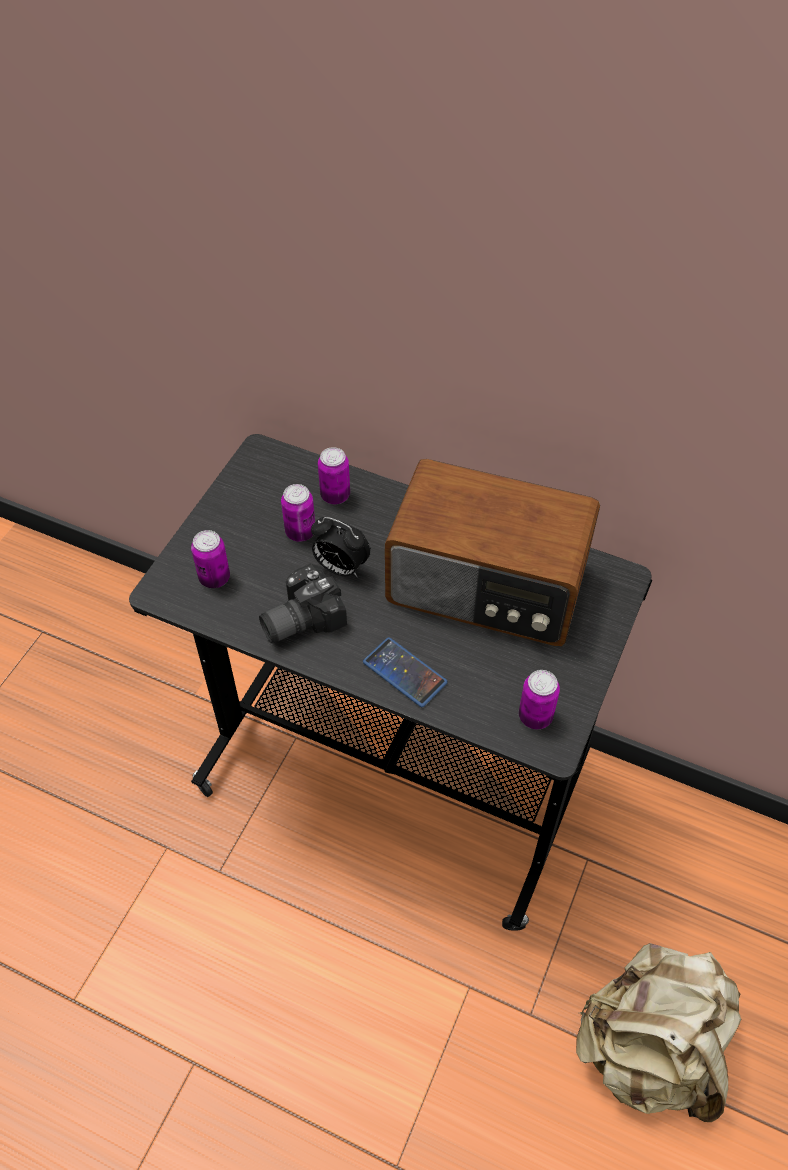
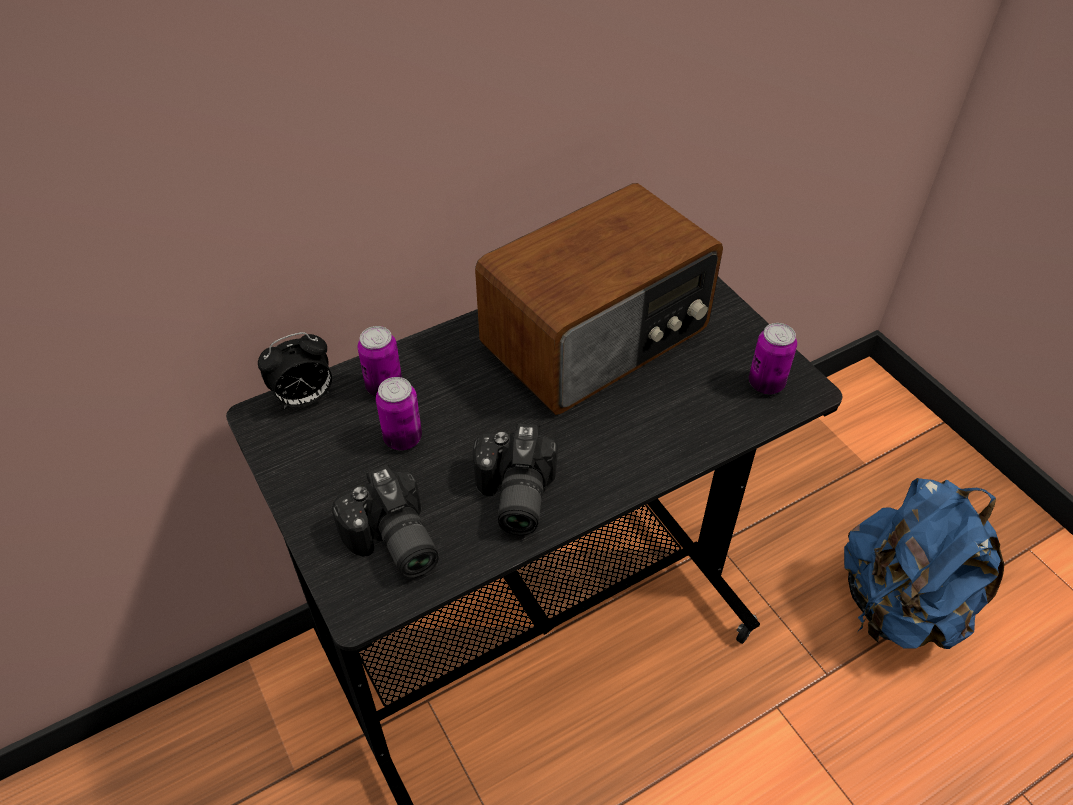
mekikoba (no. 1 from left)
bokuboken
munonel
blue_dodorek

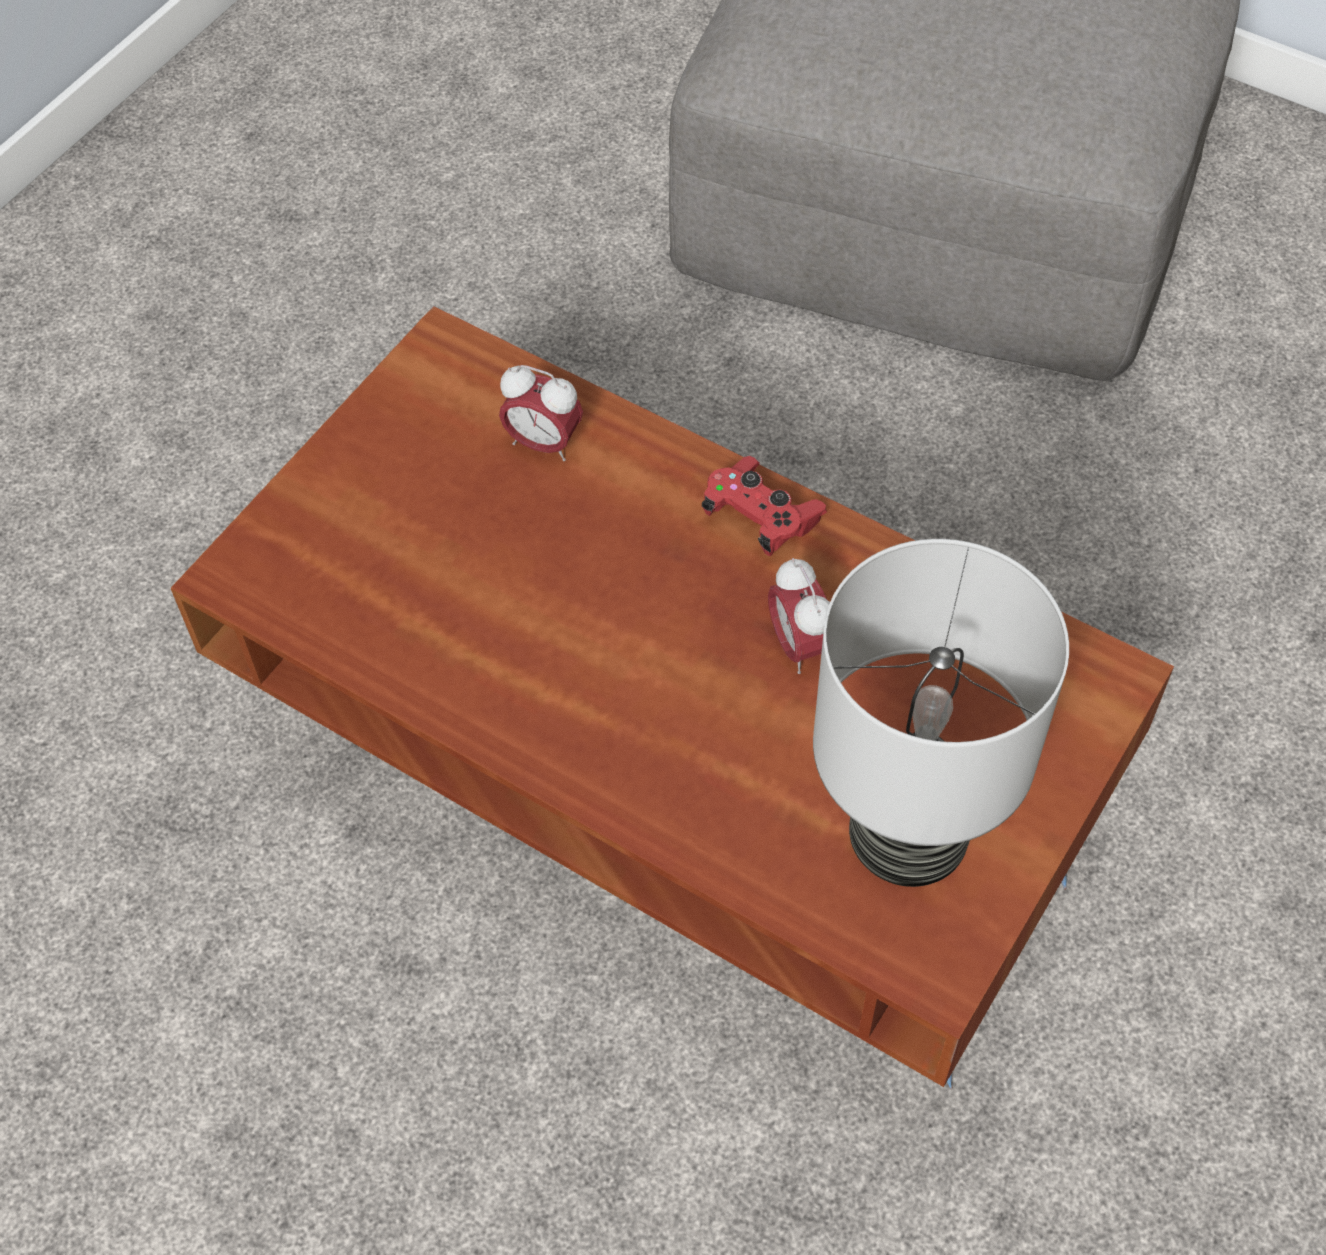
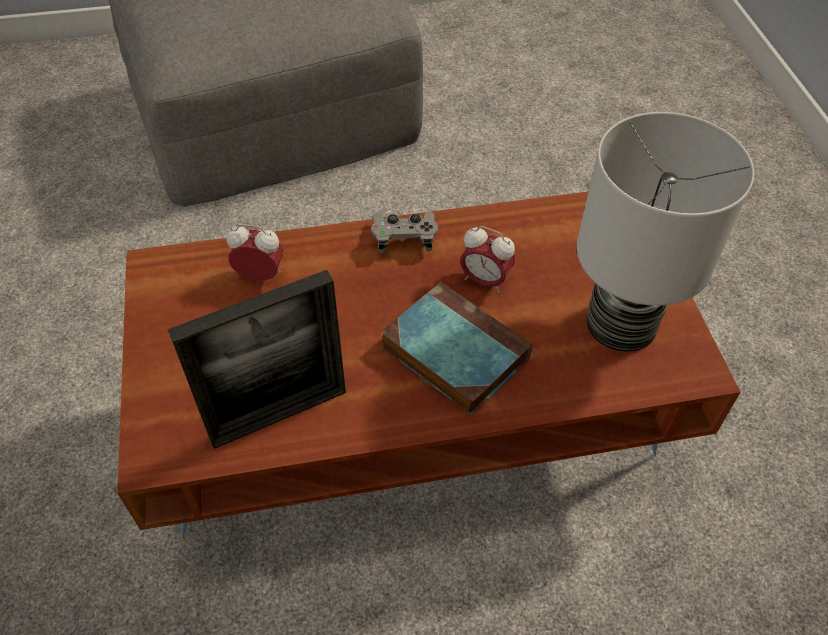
bokuboken (no. 1 from left)
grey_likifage
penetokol
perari

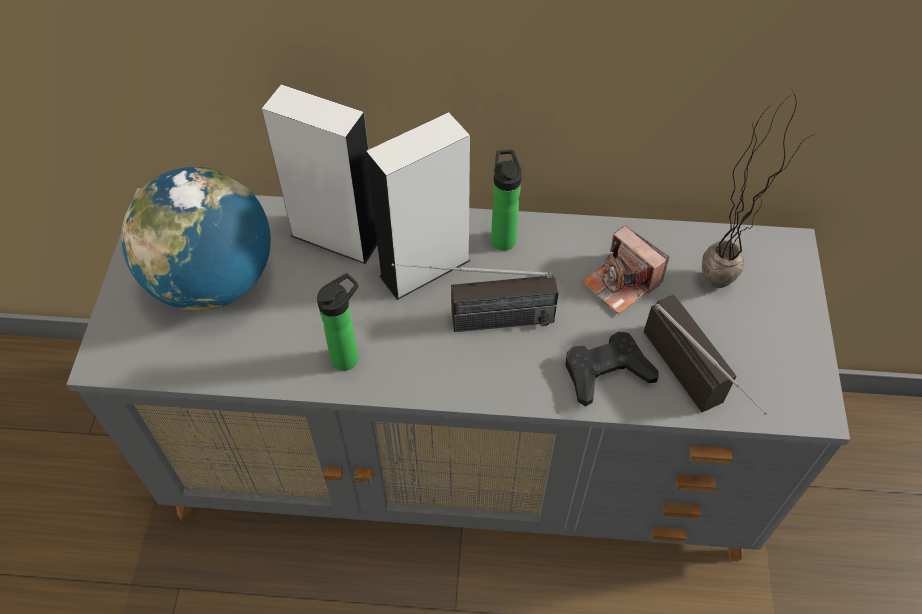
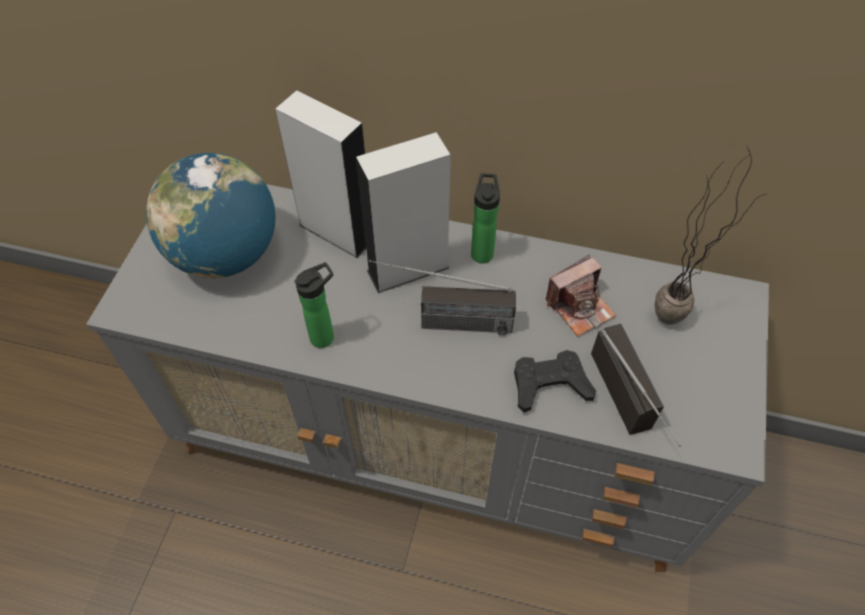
mekikoba

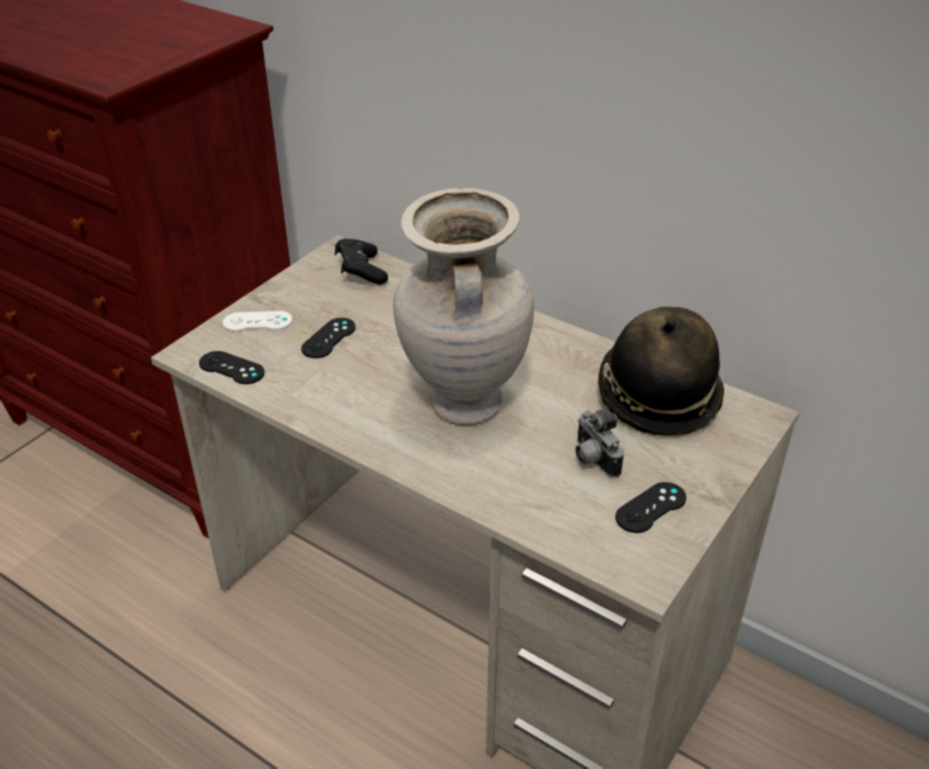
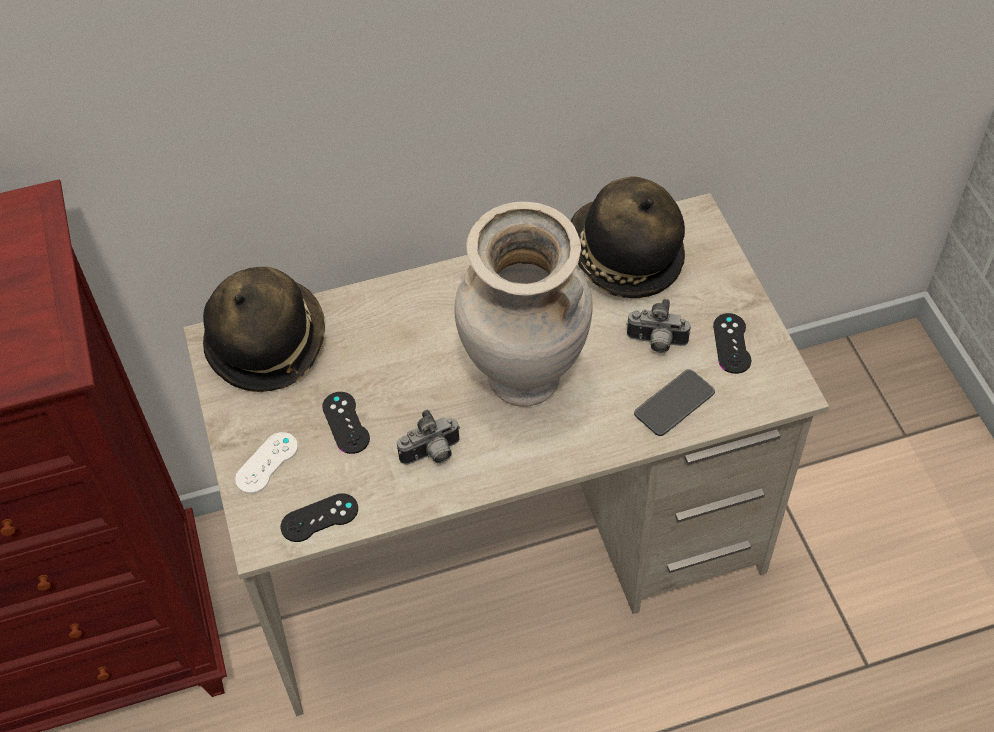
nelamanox (no. 1 from left)
mekikoba (no. 1 from left)
munonel

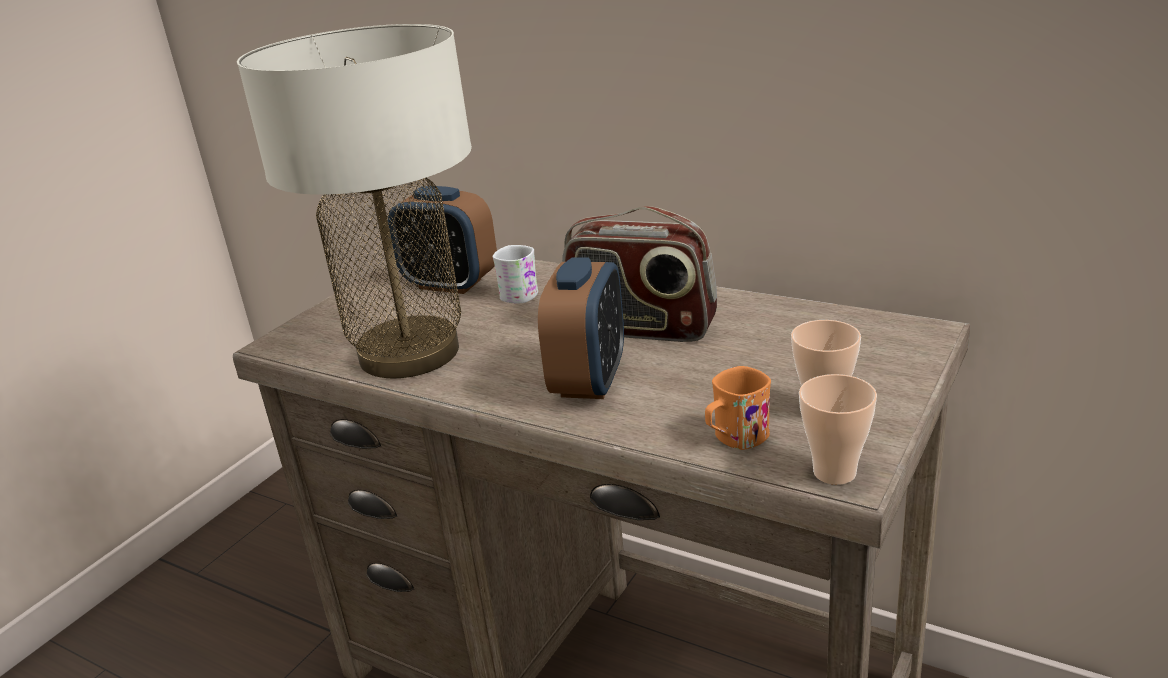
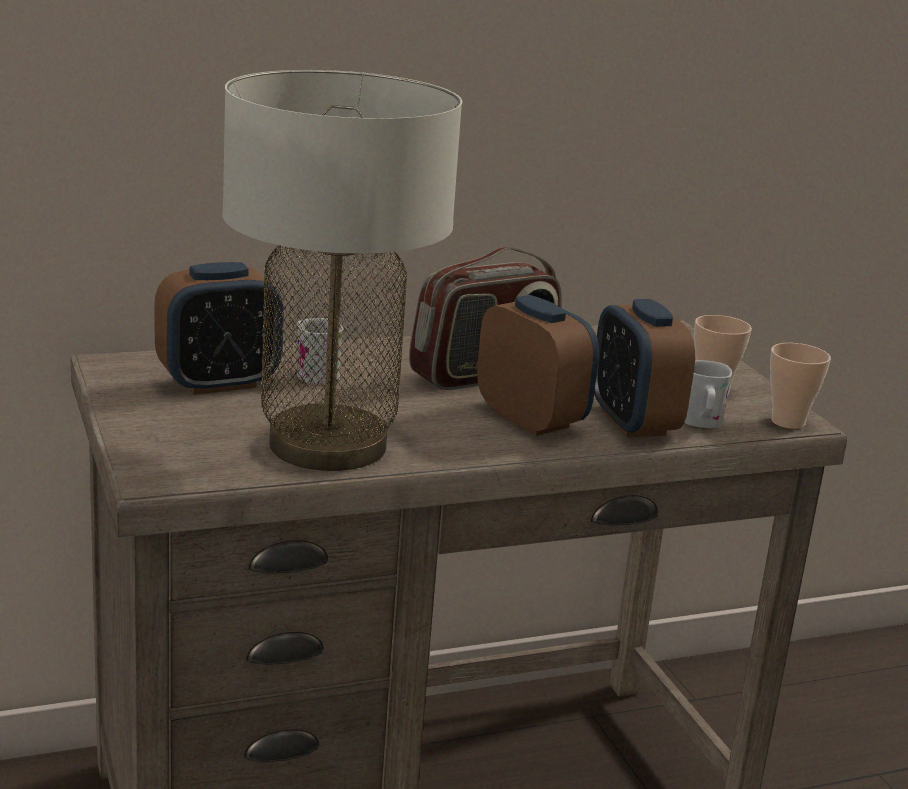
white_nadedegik (no. 2 from left)
bokuboken (no. 3 from left)

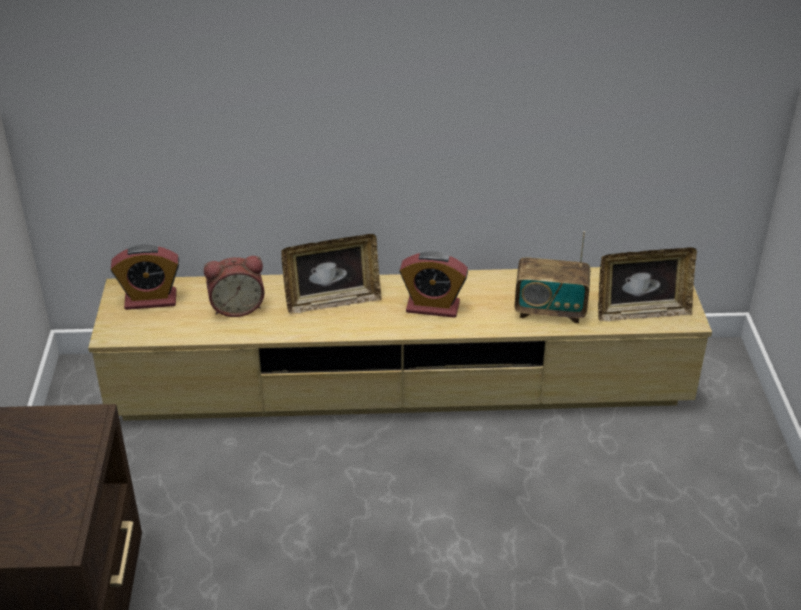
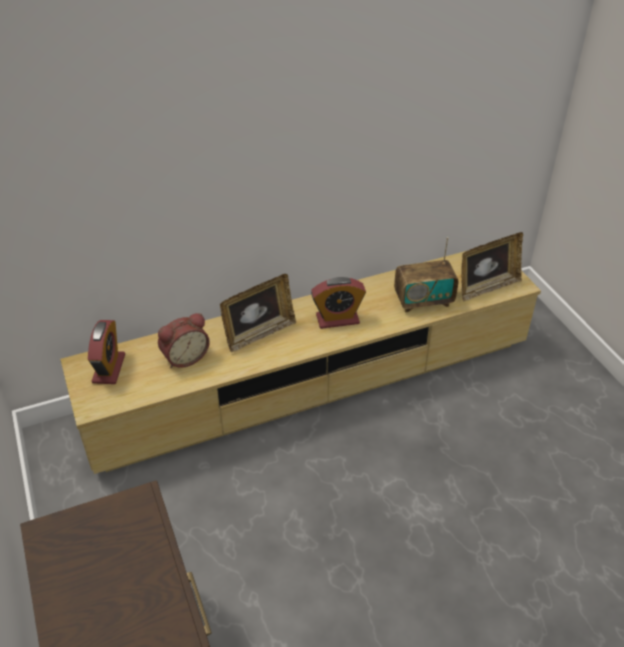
bokuboken (no. 1 from left)

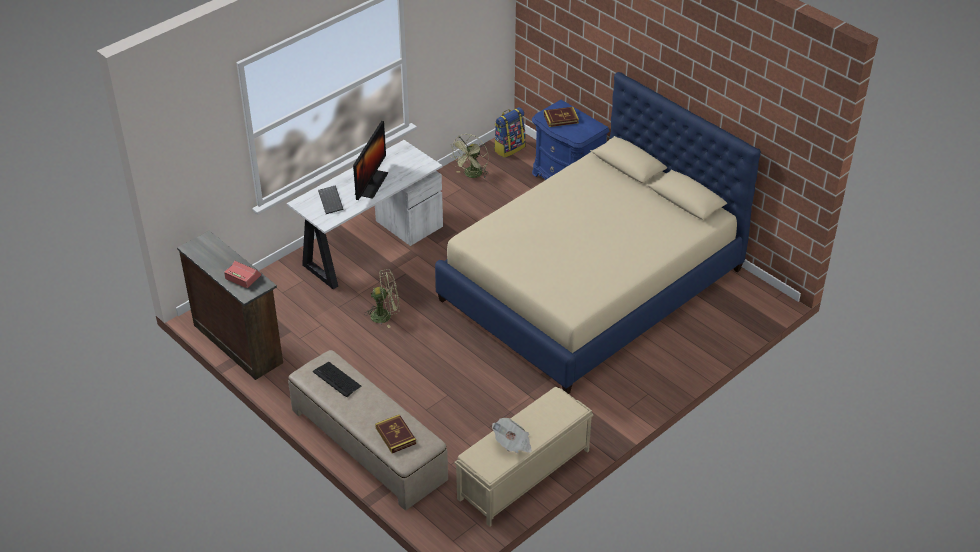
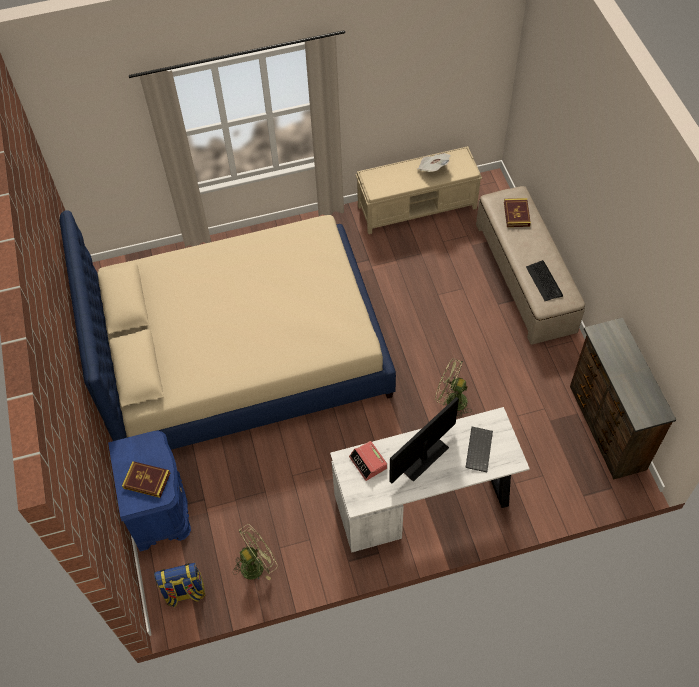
bokuboken

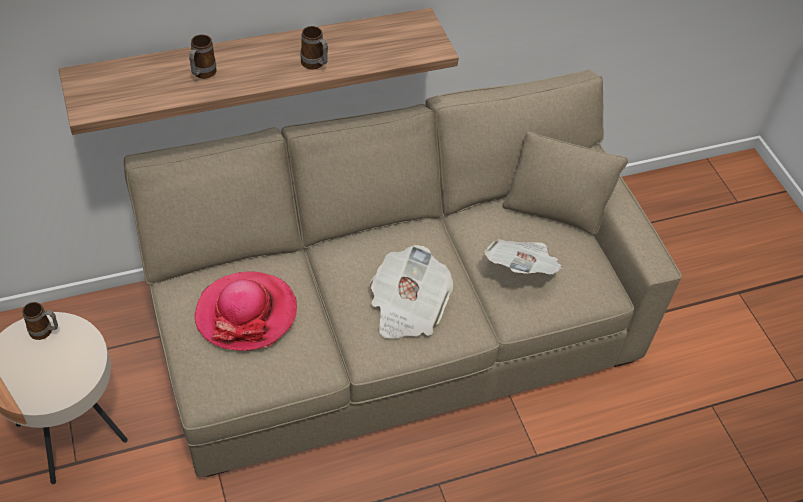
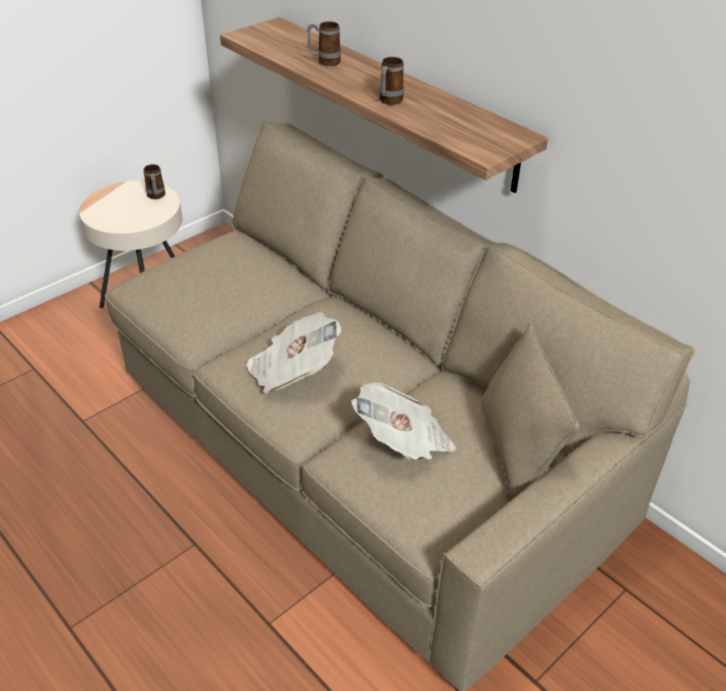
nelamanox

